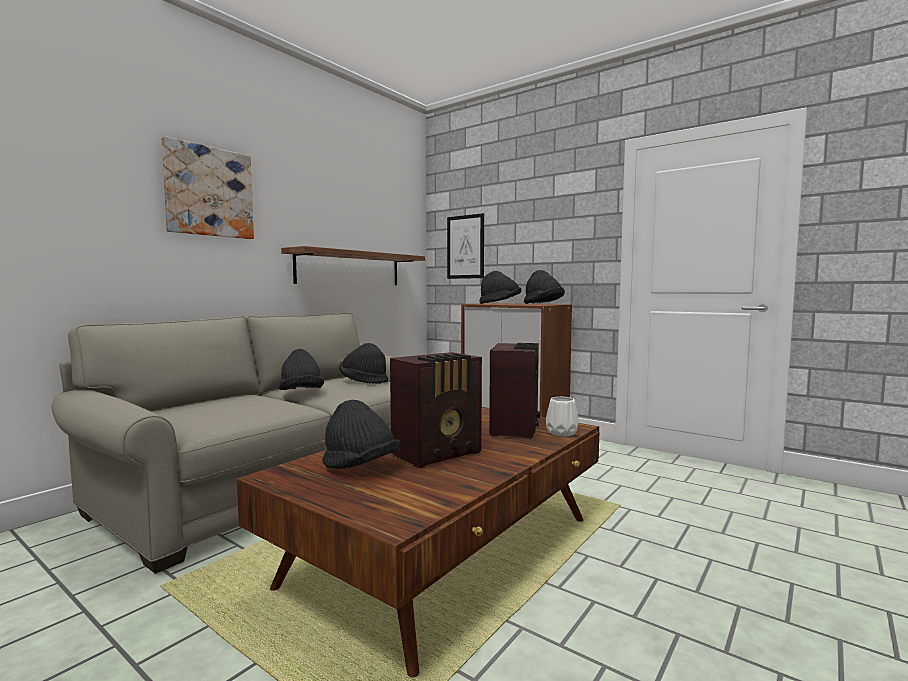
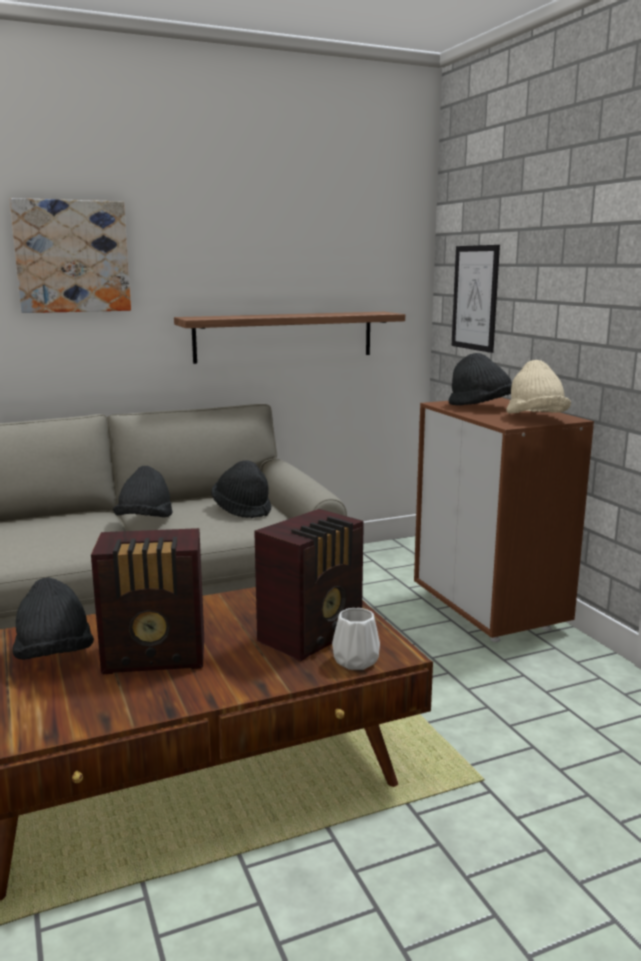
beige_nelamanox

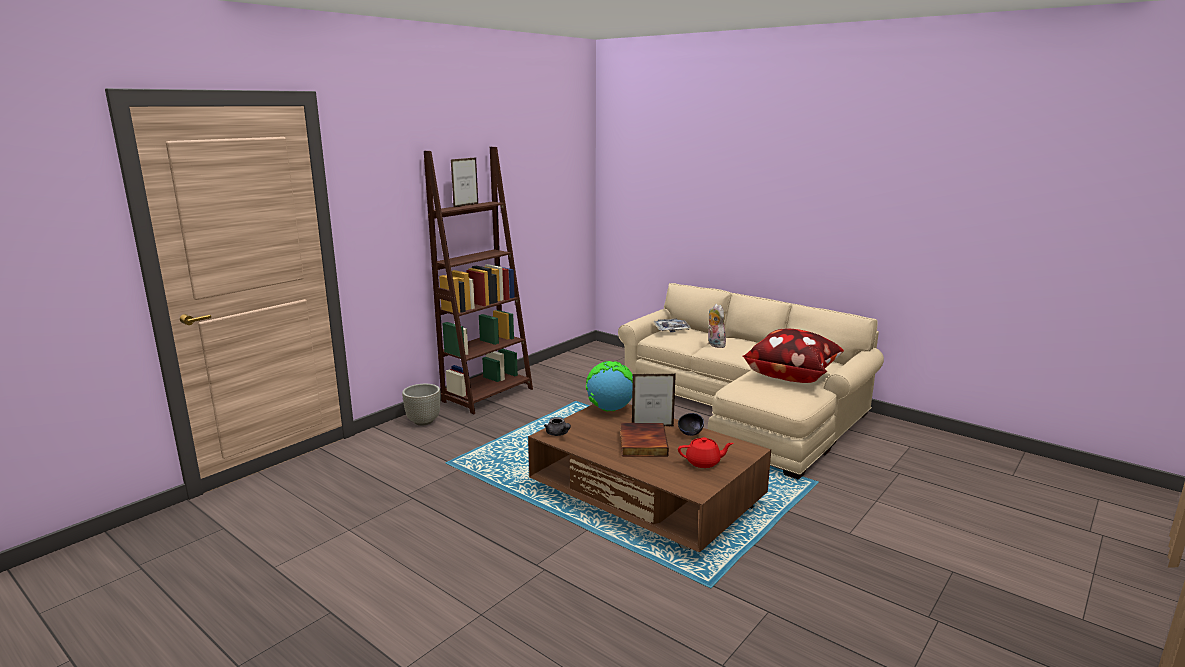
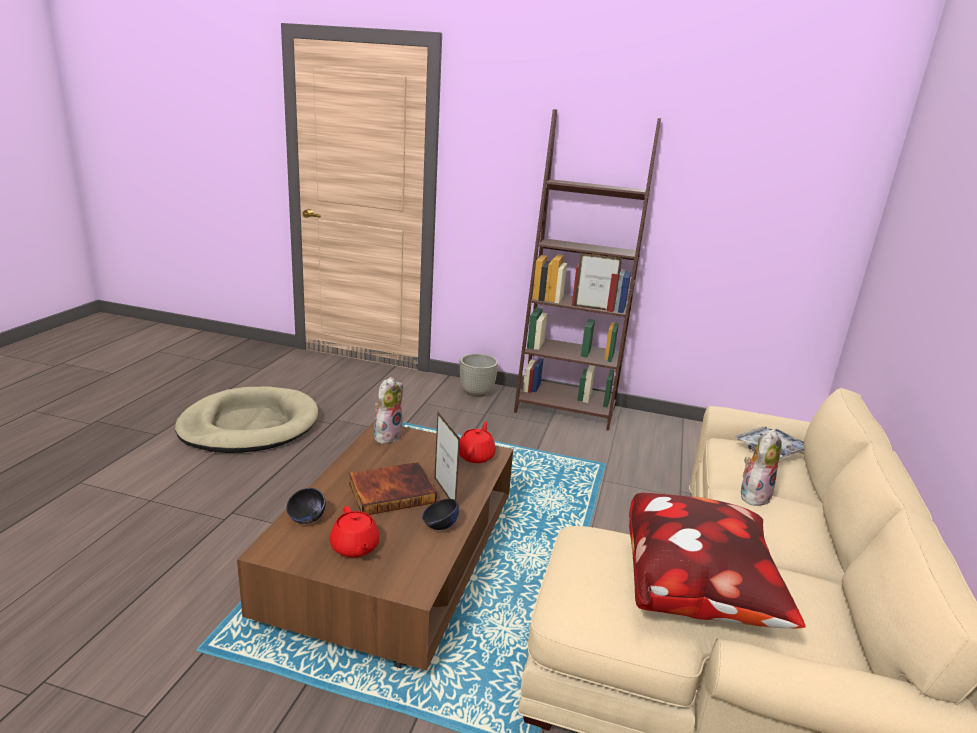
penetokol (no. 2 from left)
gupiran (no. 1 from left)
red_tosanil (no. 2 from left)
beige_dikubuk
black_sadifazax (no. 1 from left)

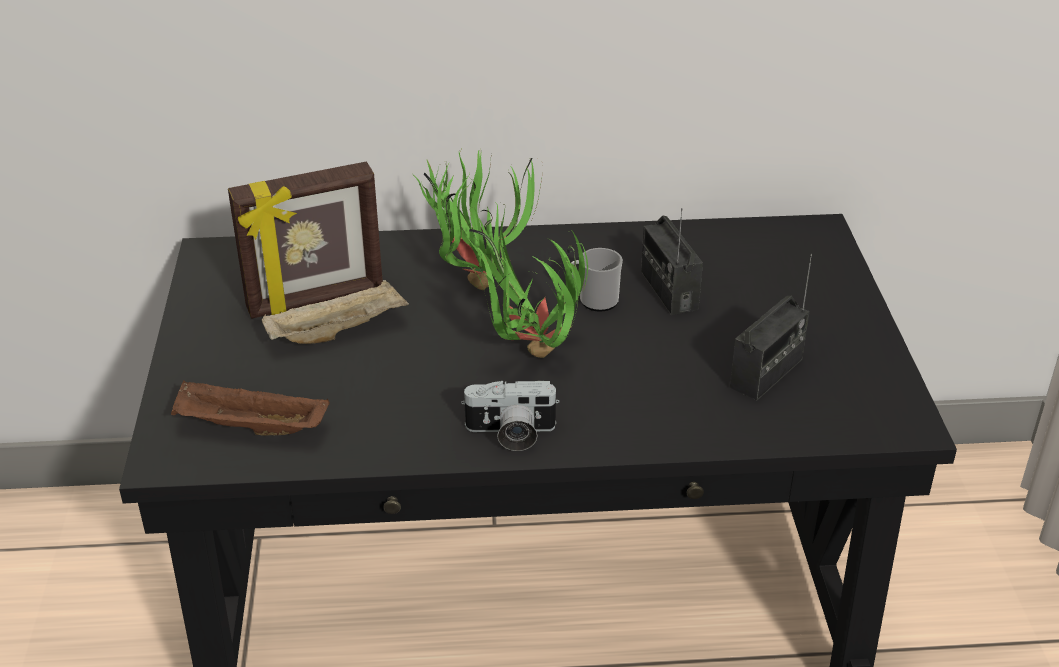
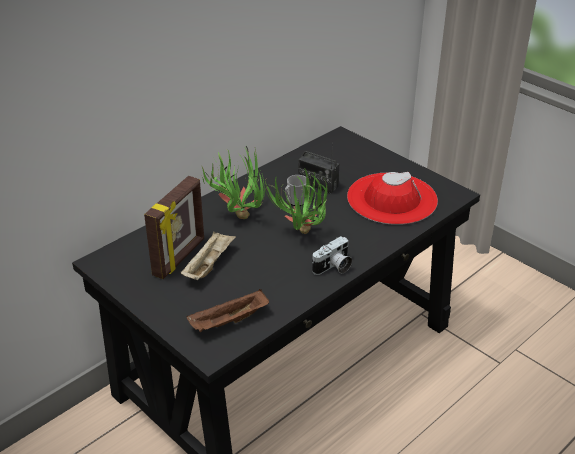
red_nelamanox

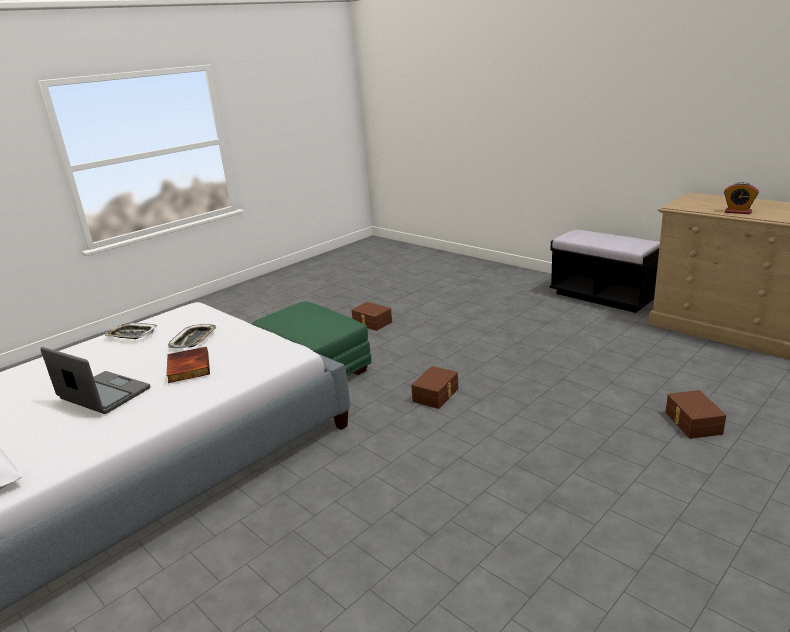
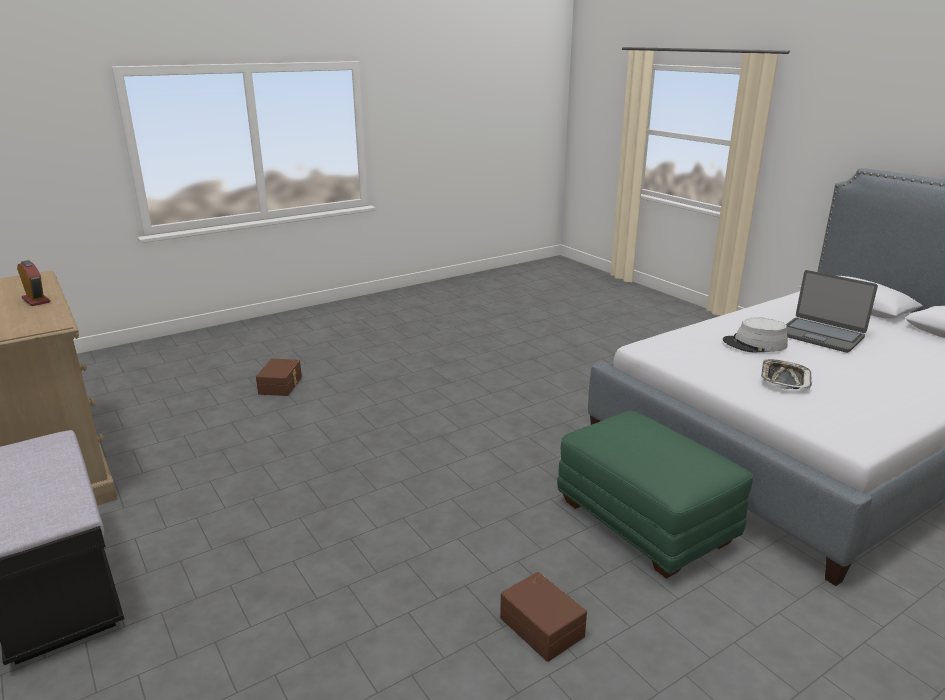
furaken (no. 1 from left in the first image)
grey_nelamanox
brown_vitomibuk (no. 2 from left in the first image)

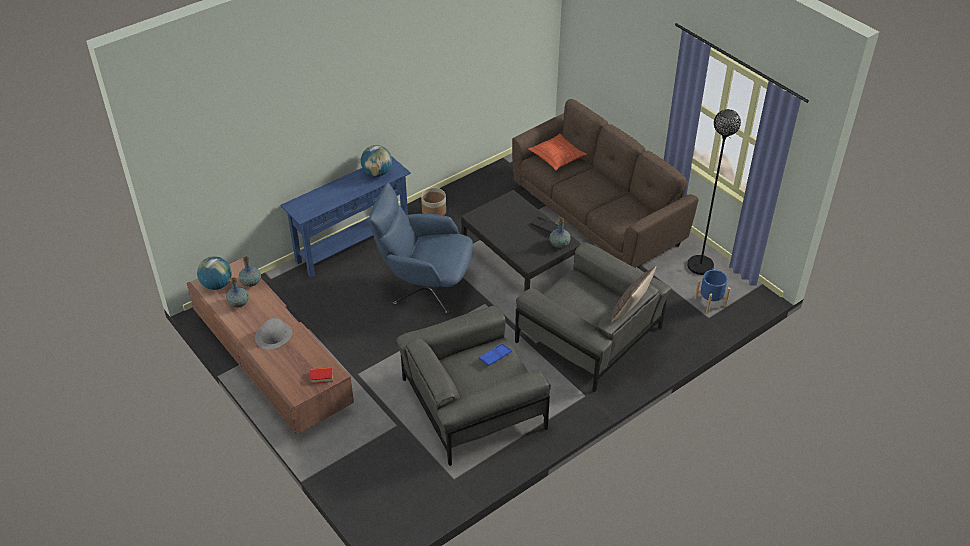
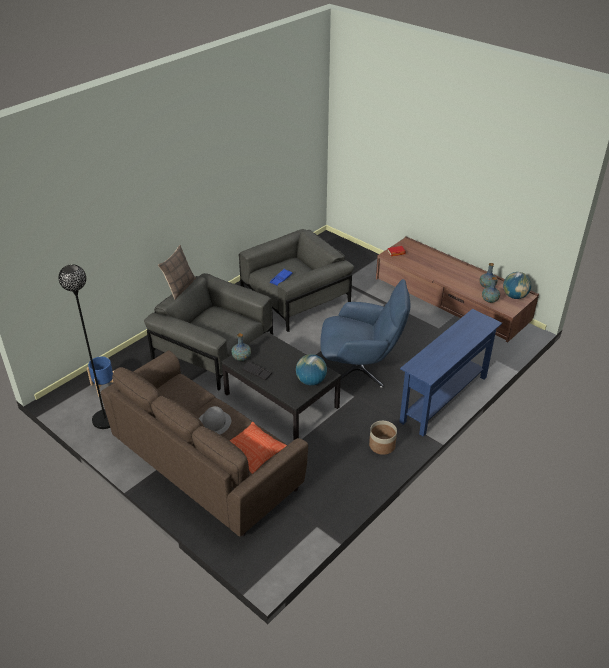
grey_nelamanox
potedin (no. 1 from left)

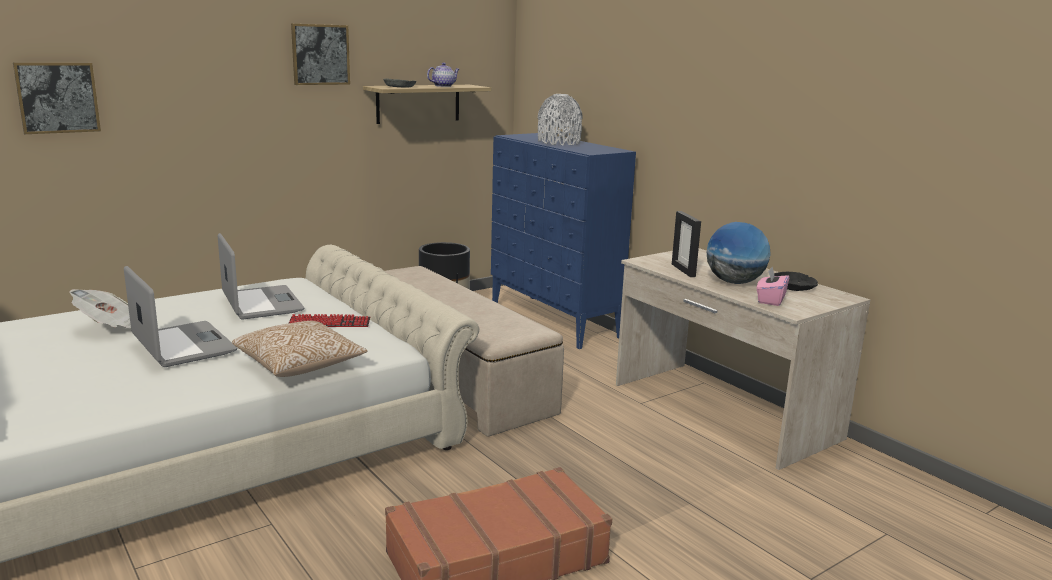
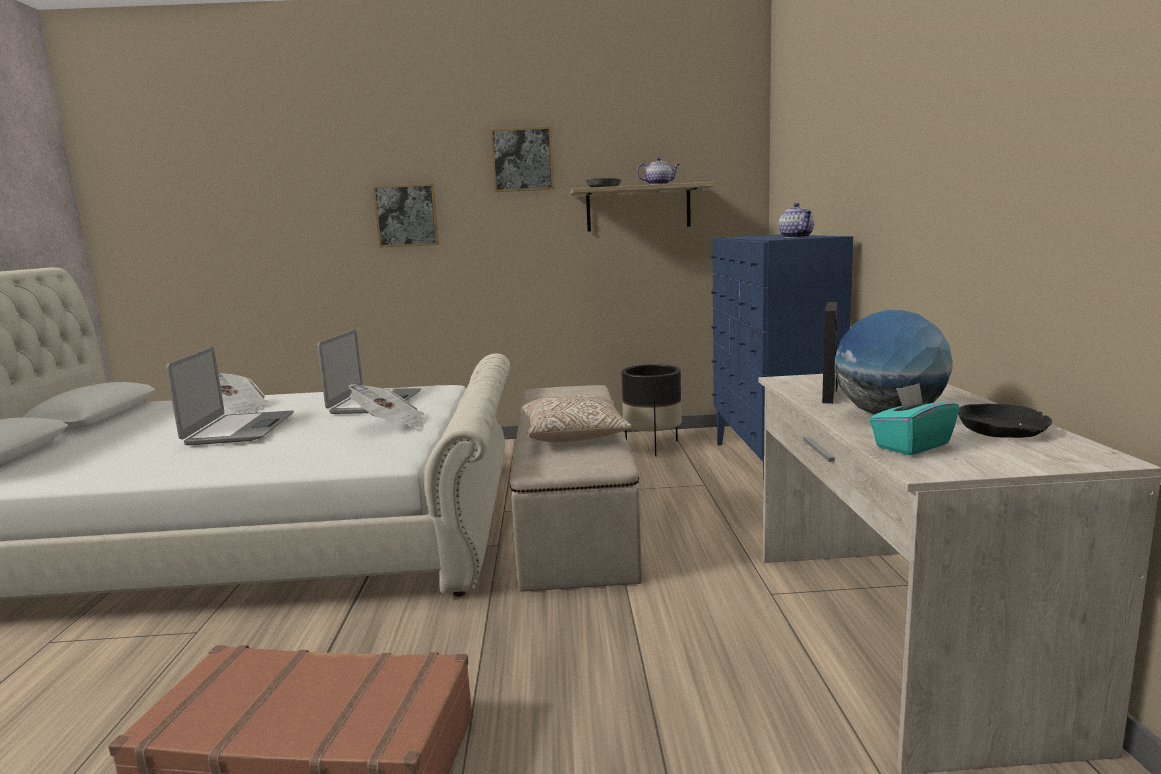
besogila (no. 1 from left)
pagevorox
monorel (no. 2 from left)
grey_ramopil
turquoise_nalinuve
tosanil (no. 2 from left)

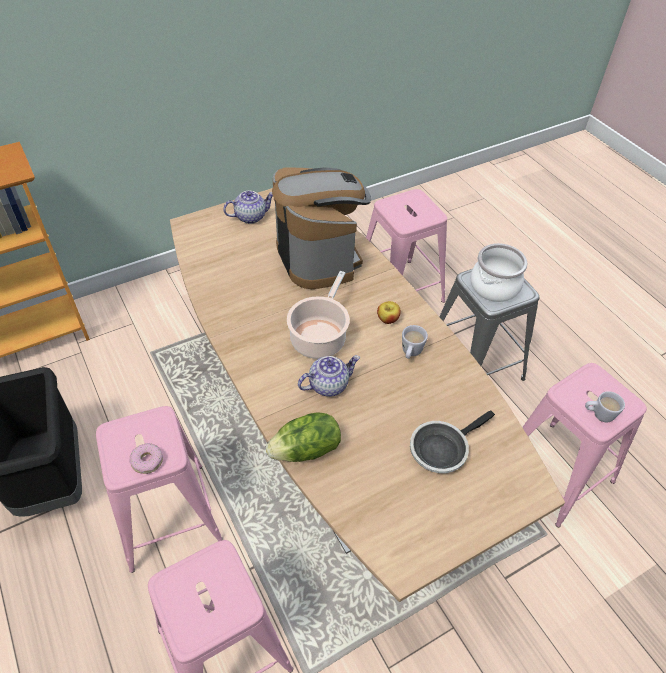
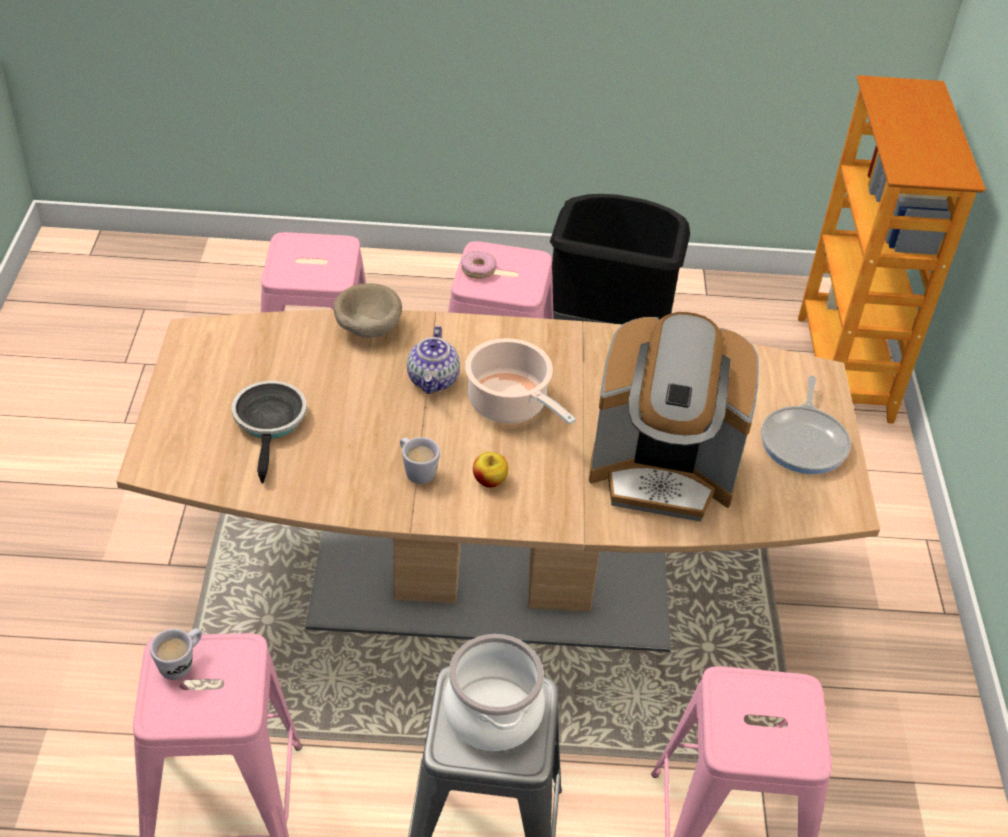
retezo (no. 2 from left)
beige_sadifazax

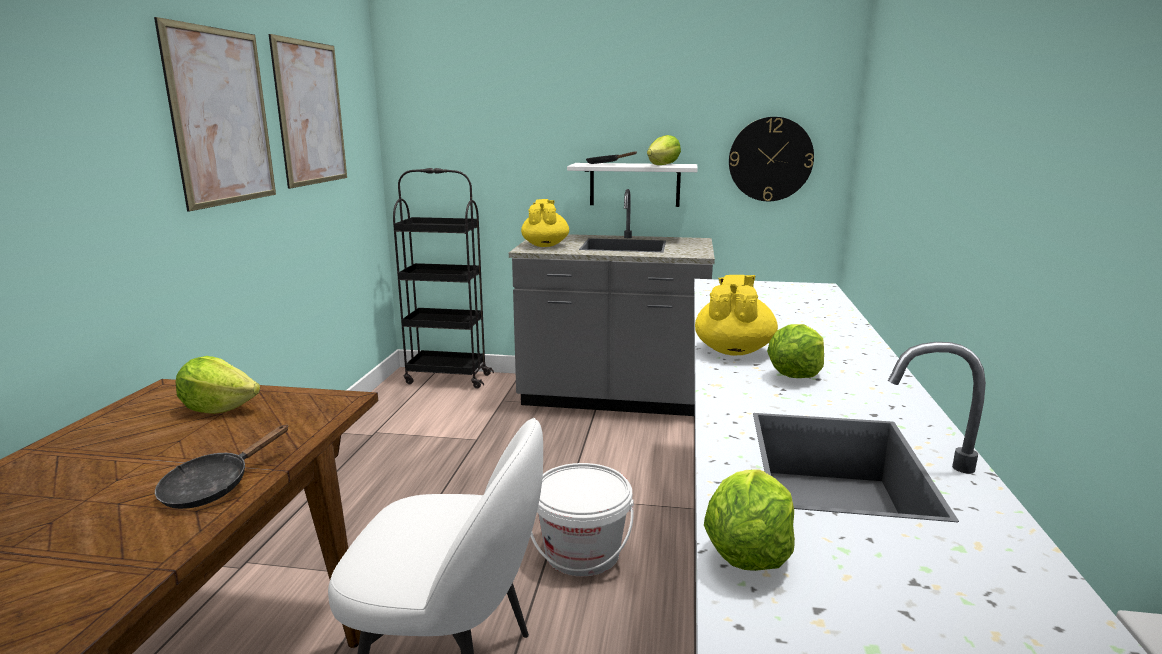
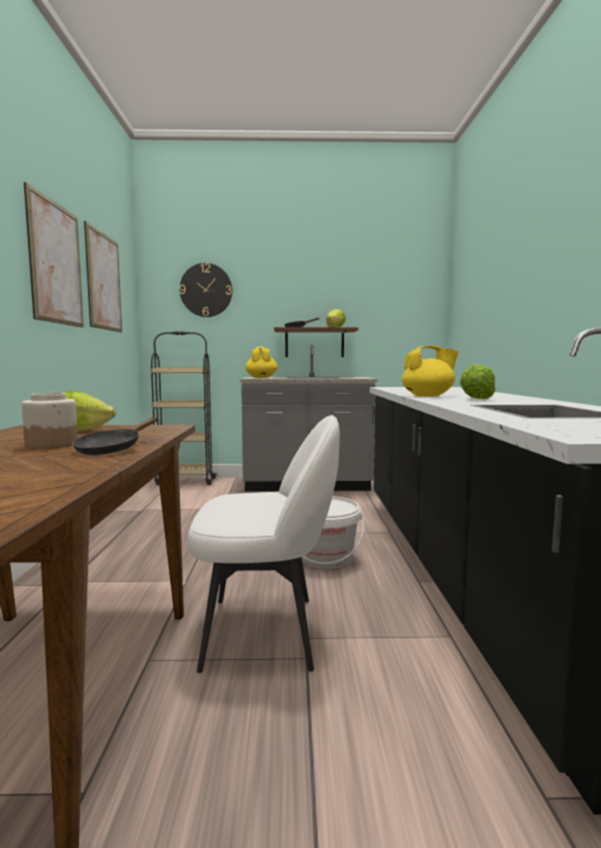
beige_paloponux
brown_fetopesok
yellow_tosanil (no. 2 from left)
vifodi (no. 3 from left in the first image)
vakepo
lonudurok

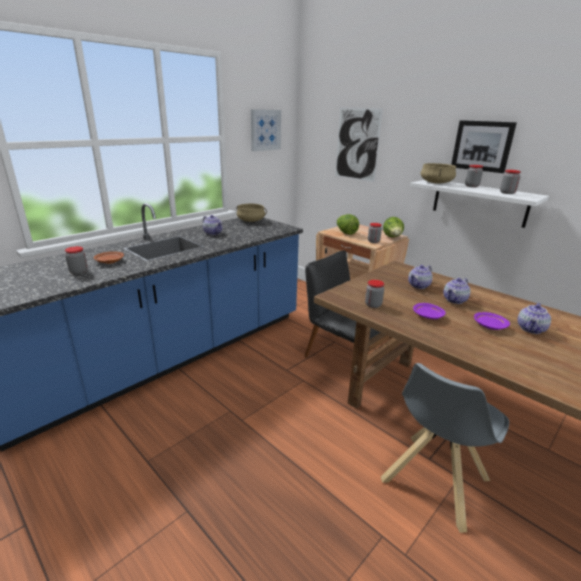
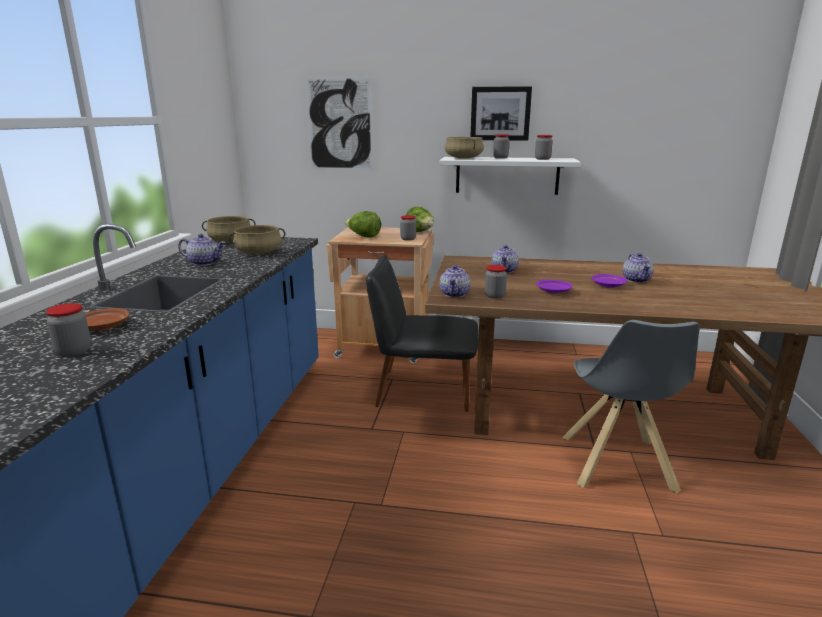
besogila (no. 1 from left in the first image)
tosanil (no. 2 from left)
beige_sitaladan (no. 2 from left)

